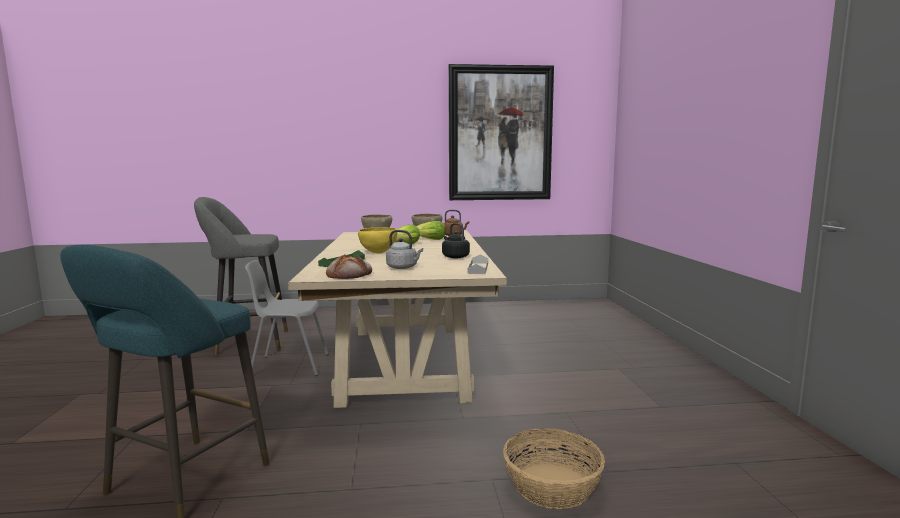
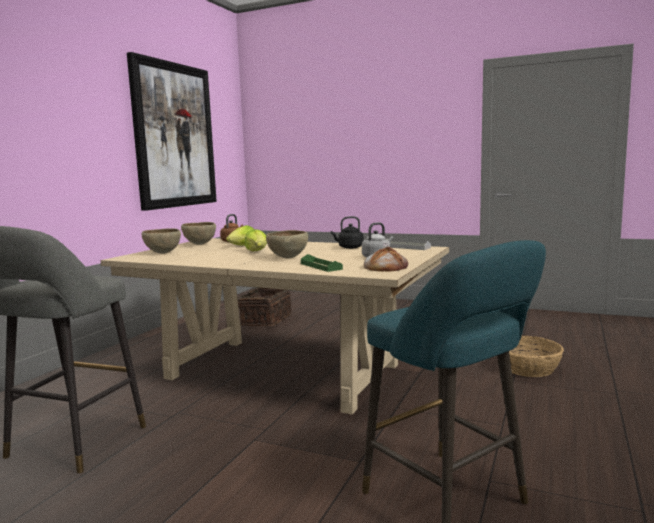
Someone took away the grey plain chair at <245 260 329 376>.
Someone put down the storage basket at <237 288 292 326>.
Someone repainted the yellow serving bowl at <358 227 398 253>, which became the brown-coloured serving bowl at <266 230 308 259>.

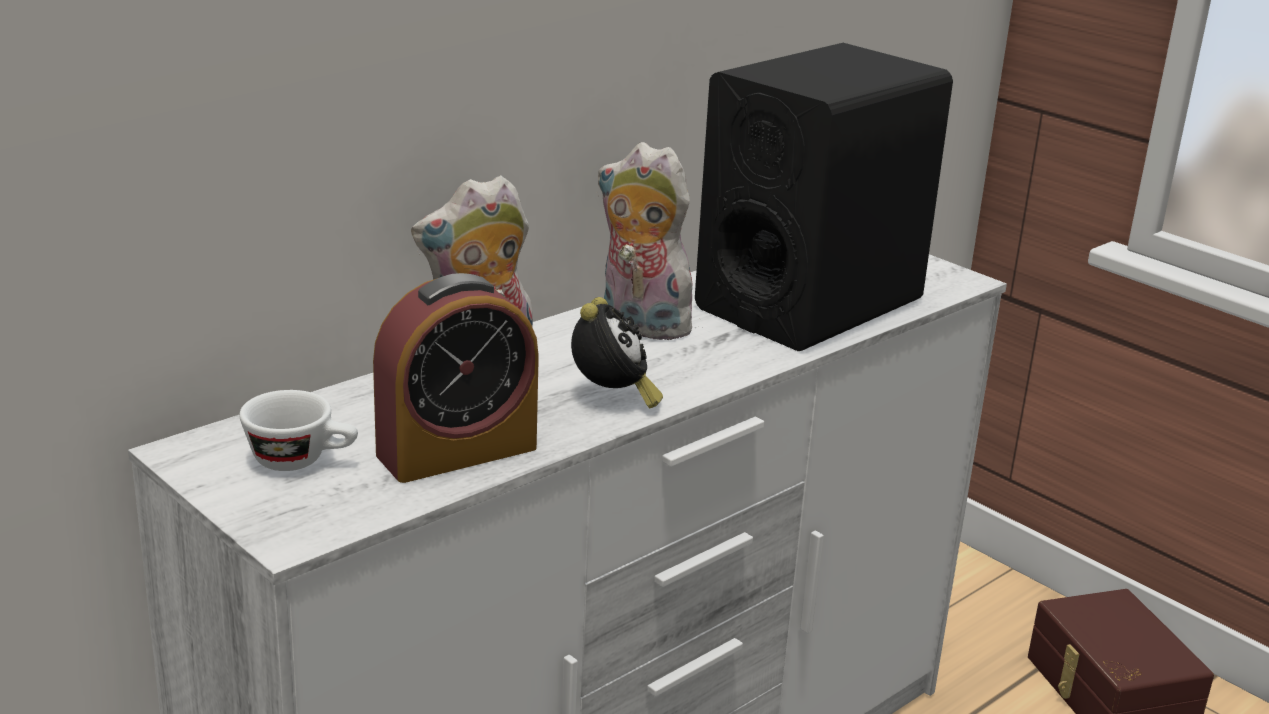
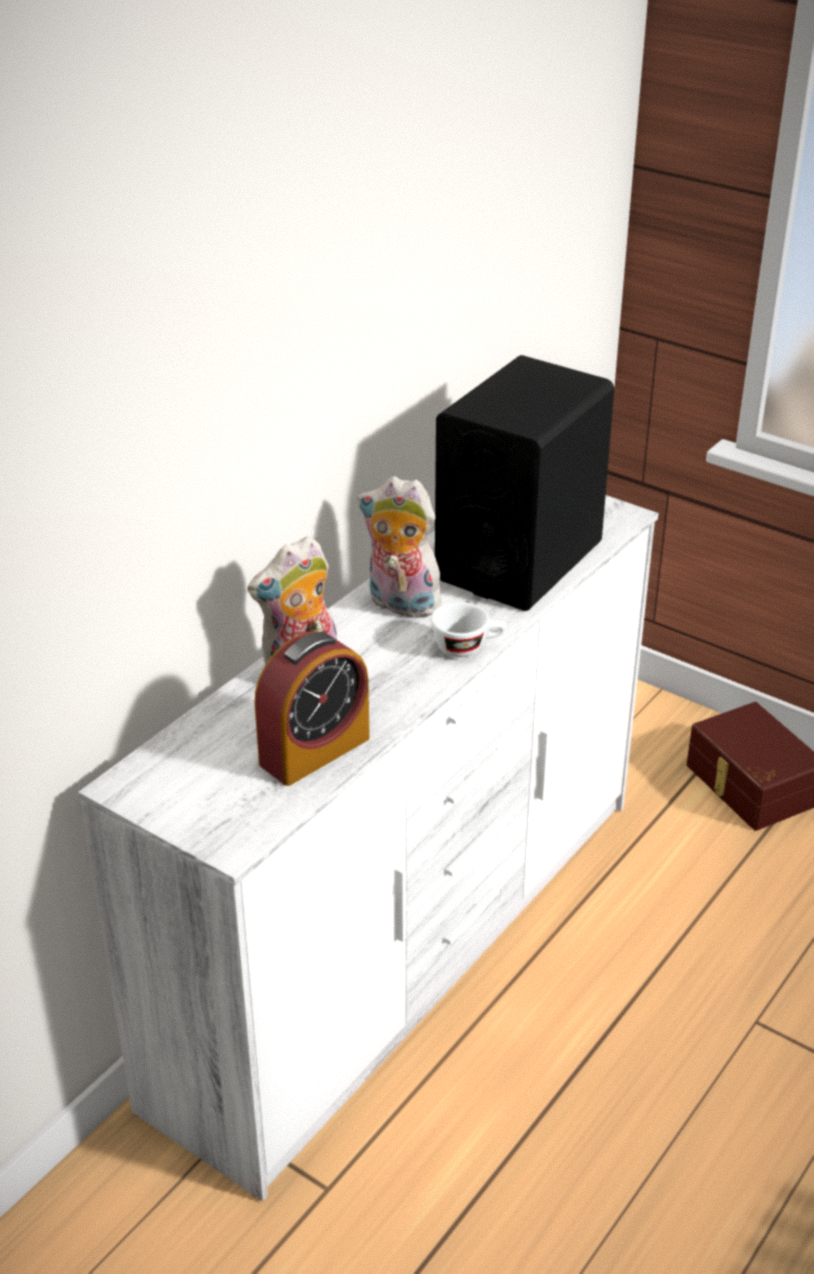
Someone took away the bedside clock at <571 297 663 408>.
Someone carried the white drinking cup from <239 390 358 471> to <431 602 506 657>.

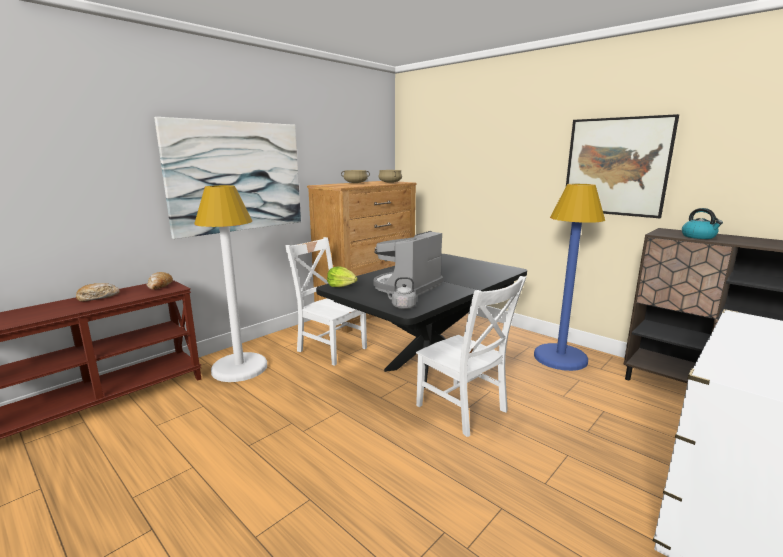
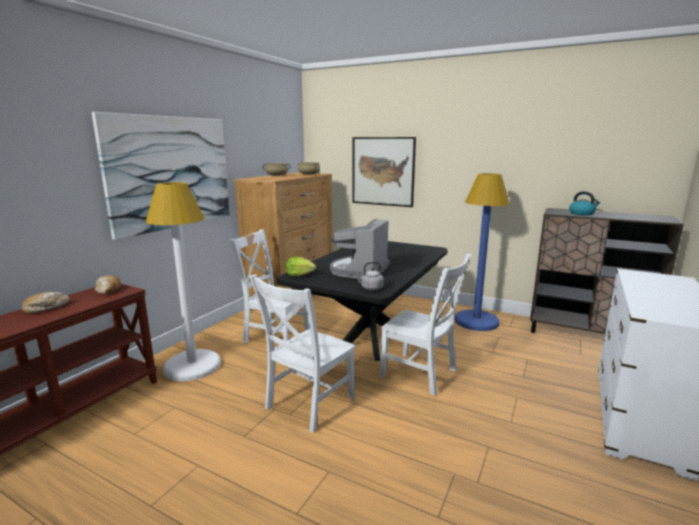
Someone put down the white plain chair at <250 275 356 433>.
Someone carried the wall picture from <566 114 679 218> to <352 137 416 207>.

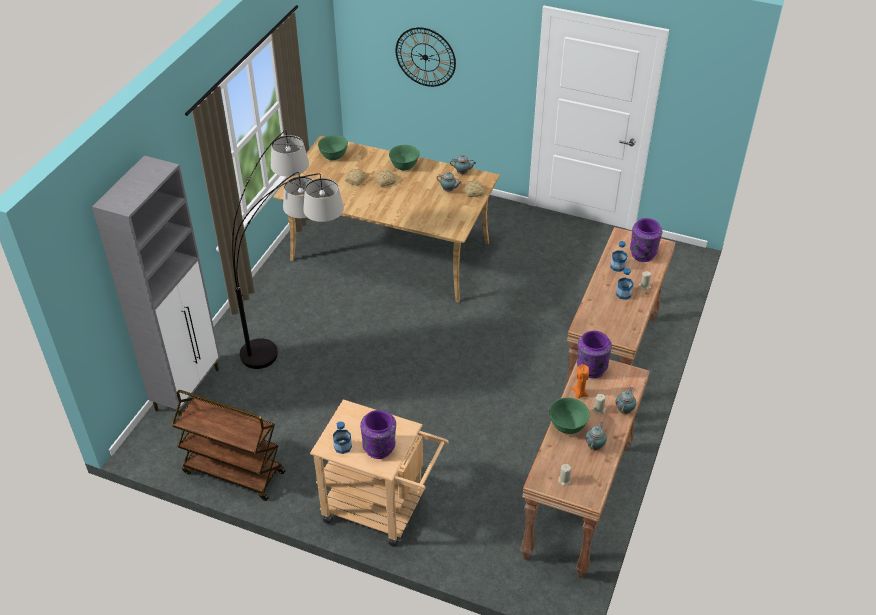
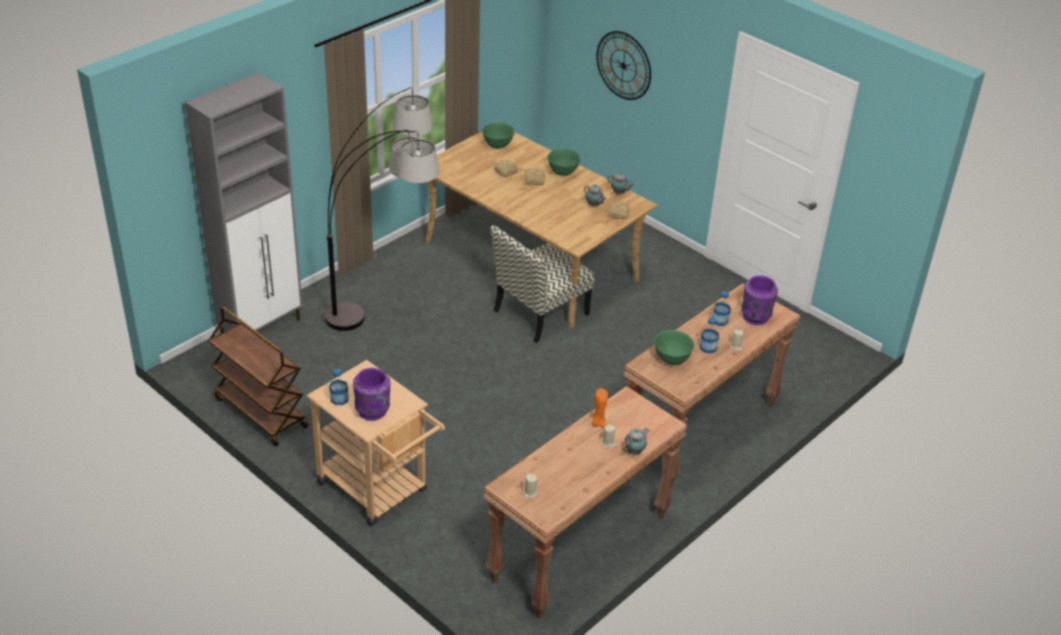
Someone took away the purplish flower vase at <577 331 612 378>.
Someone took away the teapot at <585 422 607 450>.
Someone put down the plain chair at <491 225 595 343>.
Someone carried the greenish serving bowl from <549 397 590 434> to <654 330 694 365>.

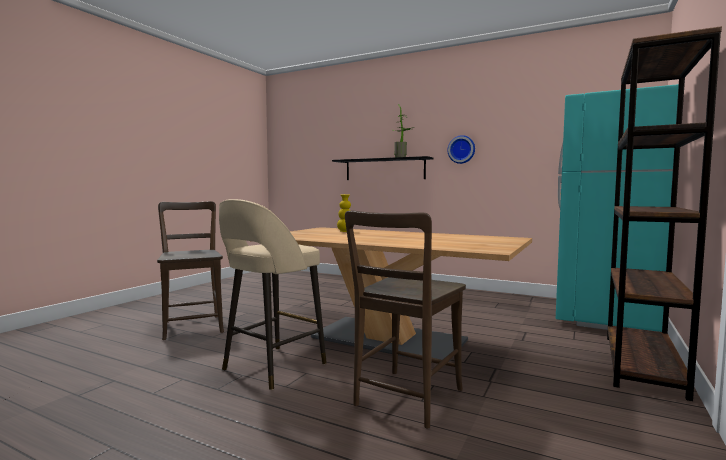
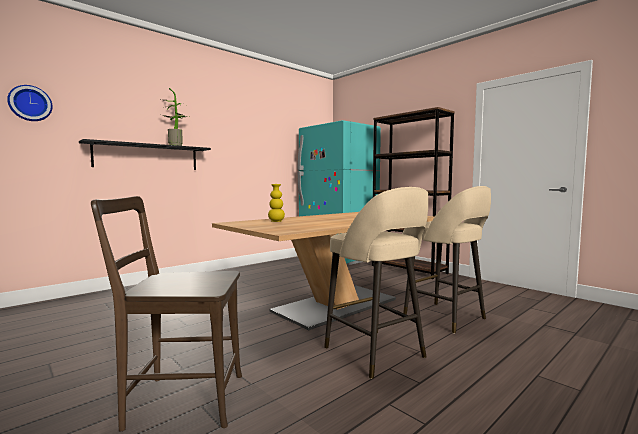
Someone carried the hanging clock from <448 135 475 164> to <7 85 53 121>.
Someone swapped the brown-coloured plain chair at <345 210 466 428> for the sand-coloured stool at <403 186 491 334>.

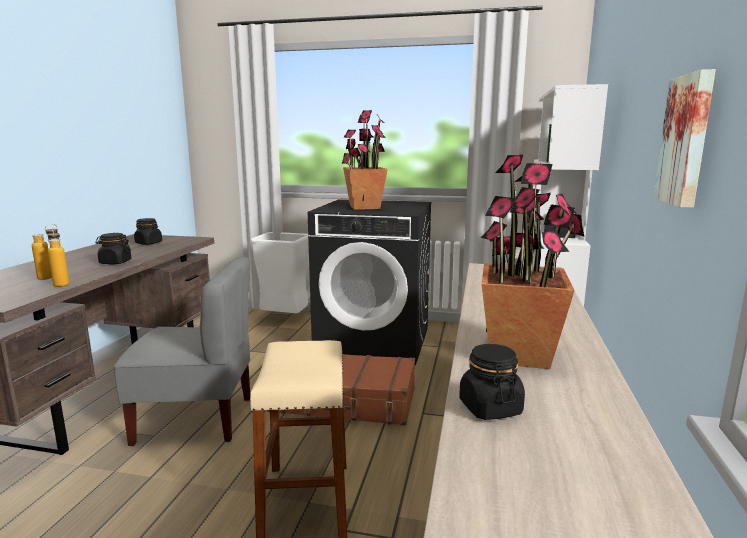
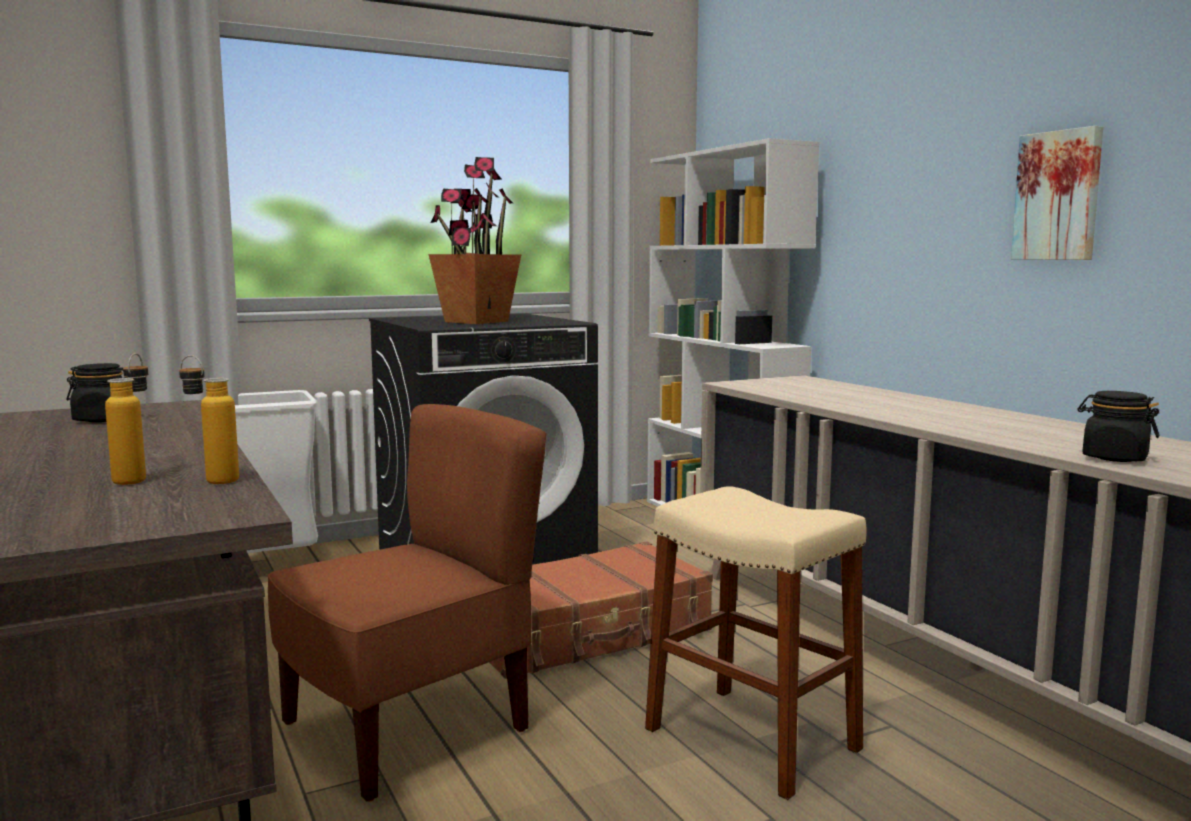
Someone took away the blackish preserve jar at <95 233 131 265>.
Someone took away the houseplant at <481 154 585 369>.
Someone repainted the grey plain chair at <114 257 250 447>, which became the brown-coloured plain chair at <268 404 546 802>.

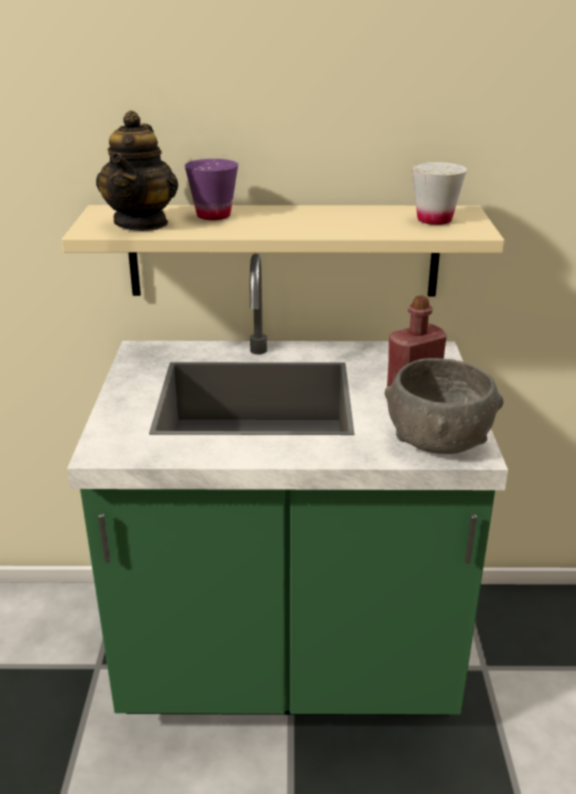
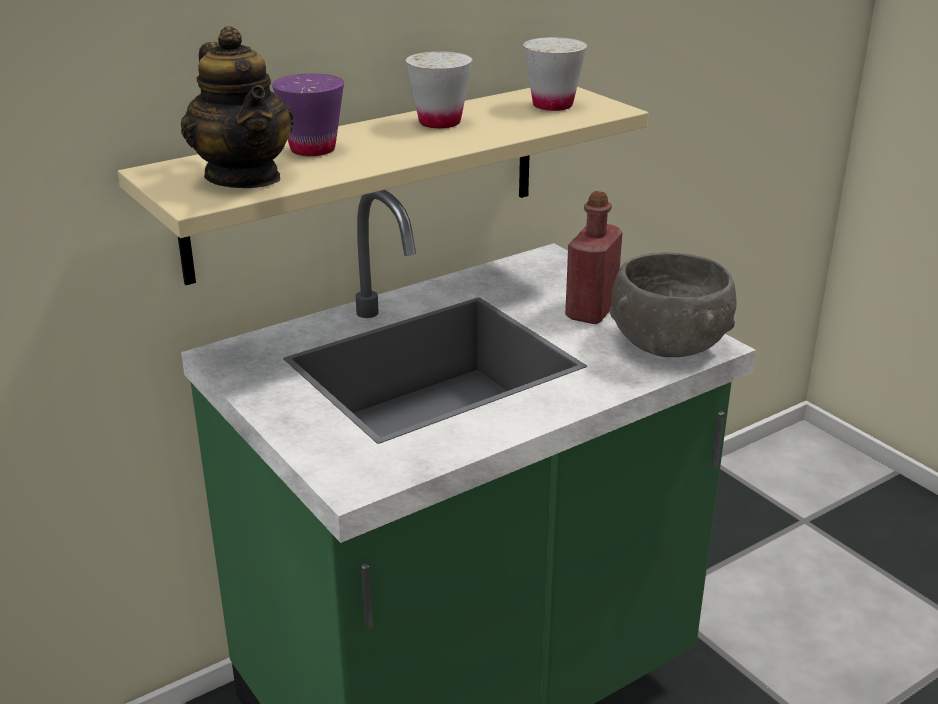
Someone put down the white drinking cup at <406 51 472 128>.

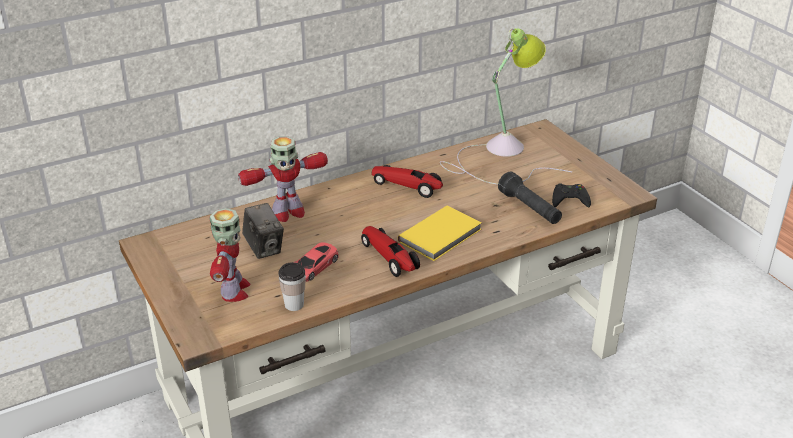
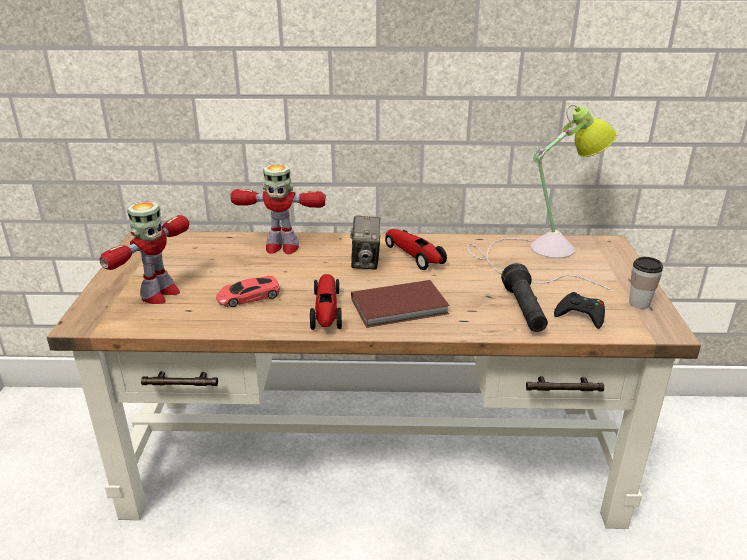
Someone carried the photo camera from <242 203 284 259> to <350 215 380 269>.
Someone carried the drinking cup from <278 262 306 311> to <629 257 663 309>.
Someone repainted the yellow book at <398 205 482 261>, which became the brown-coloured book at <351 280 450 328>.

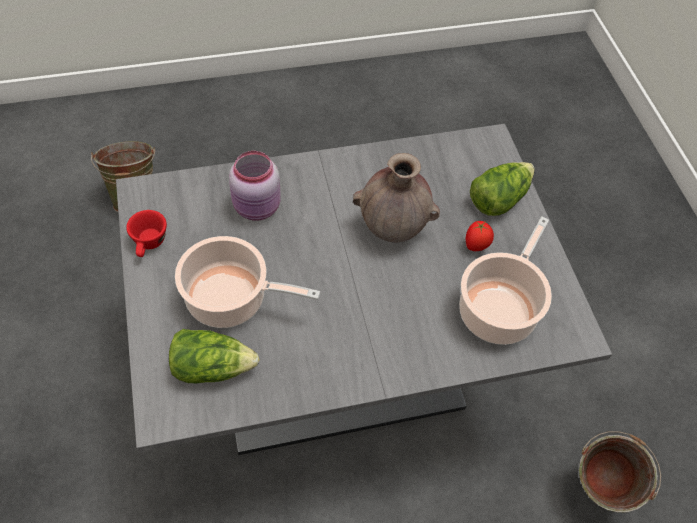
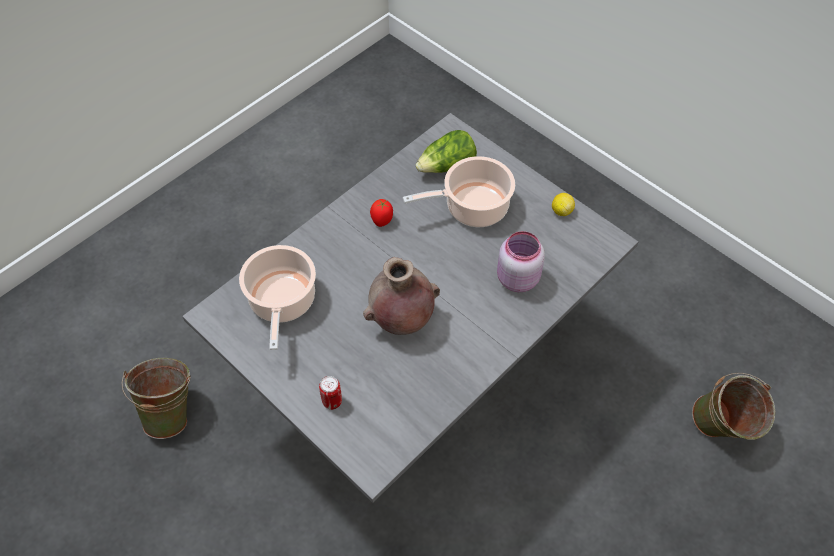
Someone carried the whole tomato from <466 221 494 251> to <370 199 393 227>.
Someone swapped the red-coloured drinking cup at <126 210 167 257> for the whole lemon at <552 193 575 216>.
Someone swapped the lettuce head at <470 162 535 216> for the sealed can at <319 376 342 410>.

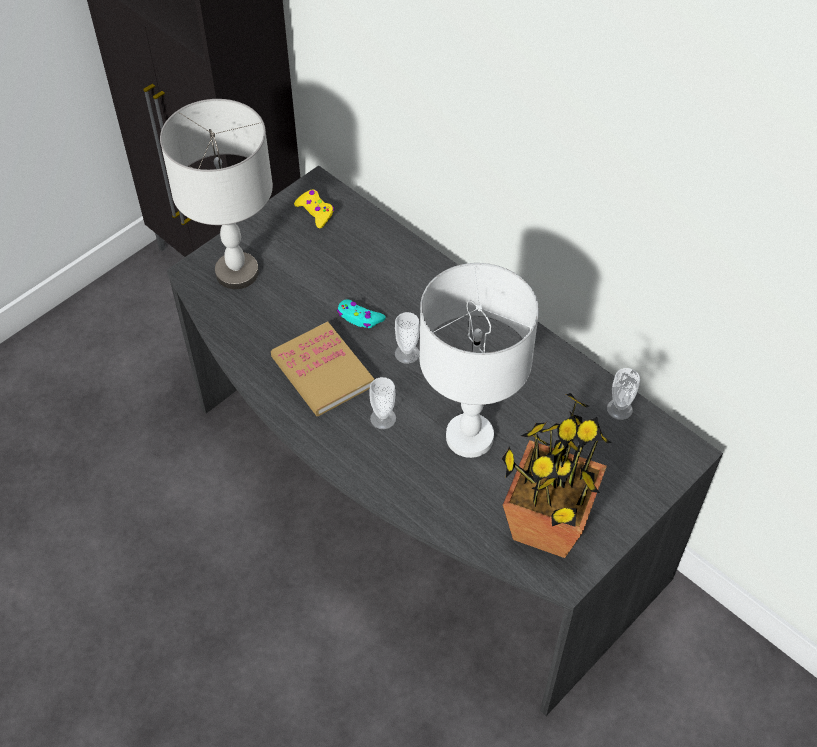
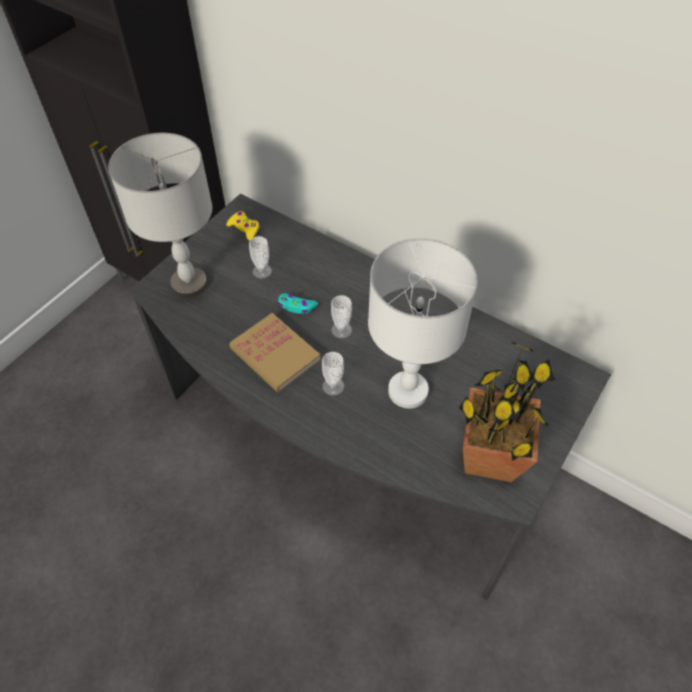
Someone carried the drinking cup from <607 368 640 420> to <249 236 272 278>.

